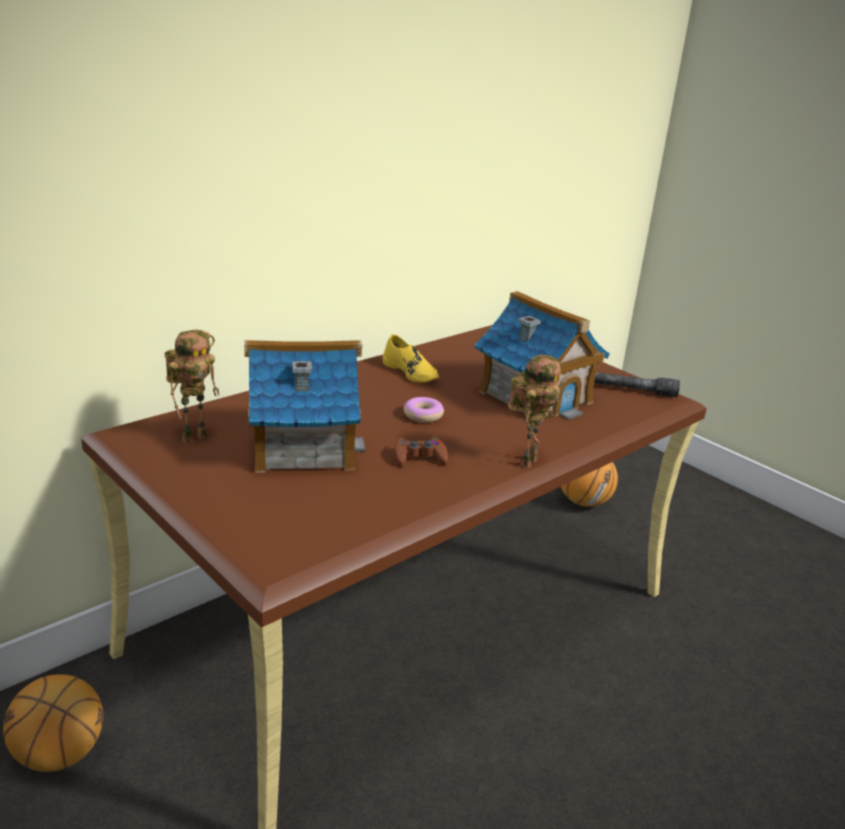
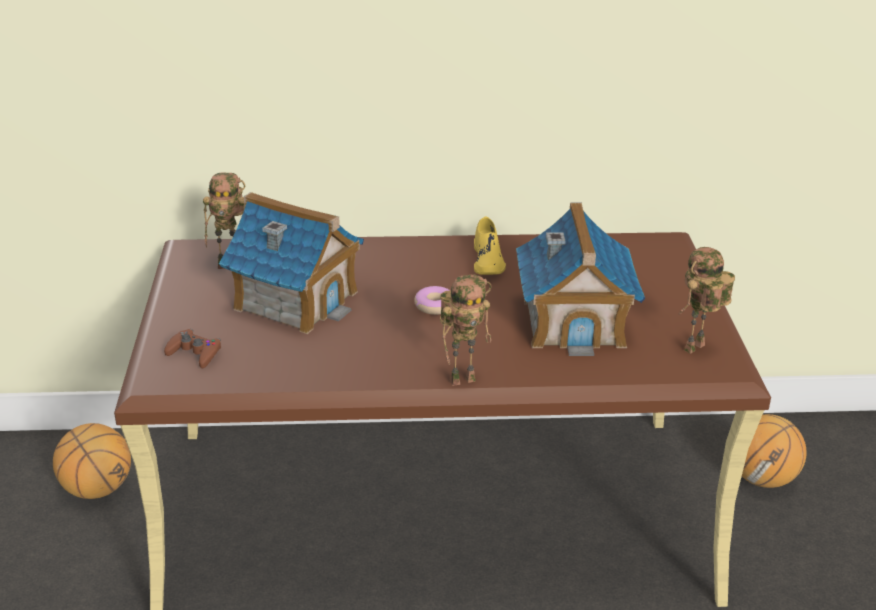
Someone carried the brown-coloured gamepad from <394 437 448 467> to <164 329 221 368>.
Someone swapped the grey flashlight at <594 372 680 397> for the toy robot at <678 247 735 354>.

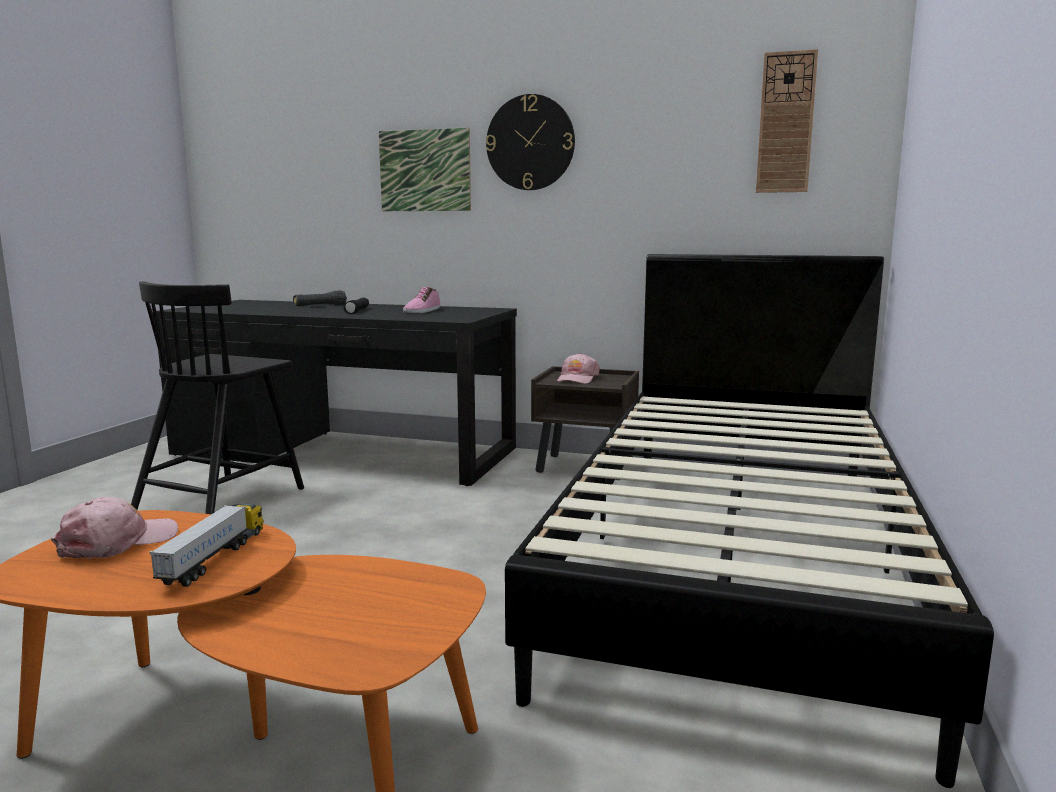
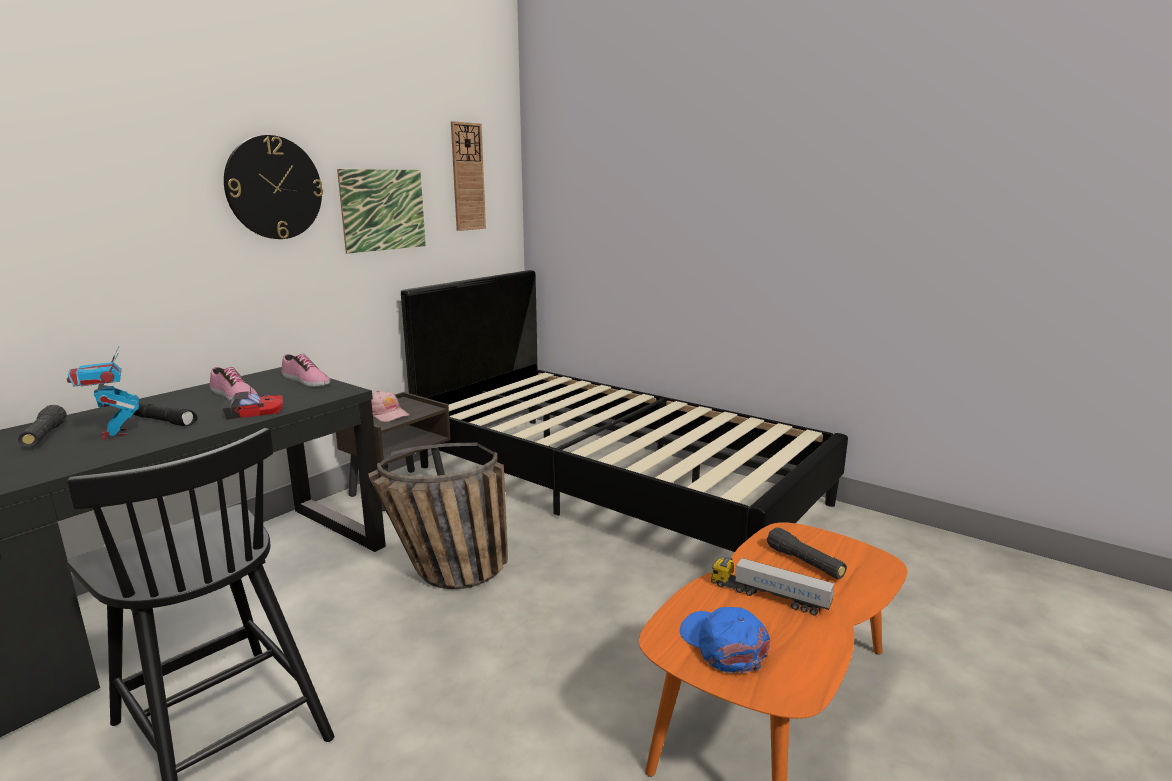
Someone put down the toy robot at <67 346 139 440>.
Someone put down the model car at <222 387 283 420>.
Someone put down the item of footwear at <281 353 330 387>.
Someone put down the storage basket at <368 443 508 589>.
Someone put down the blackish flashlight at <767 527 847 579>.
Someone carried the wall picture from <379 128 471 211> to <337 169 426 254>.
Someone repainted the pink-coloured cap at <51 497 178 558>, which became the blue-coloured cap at <680 607 770 673>.

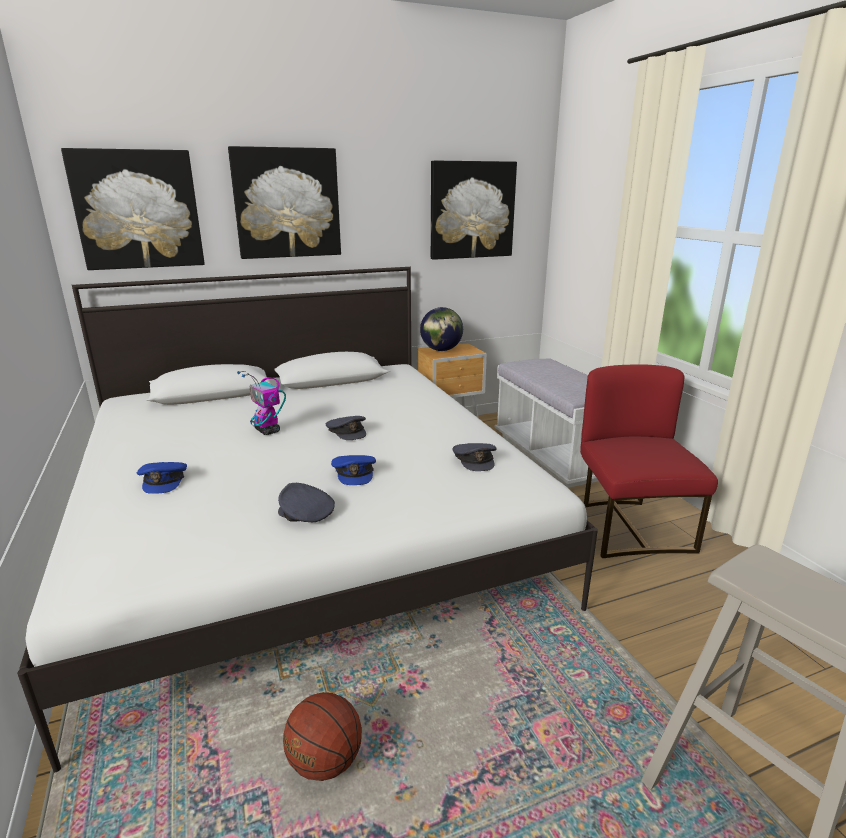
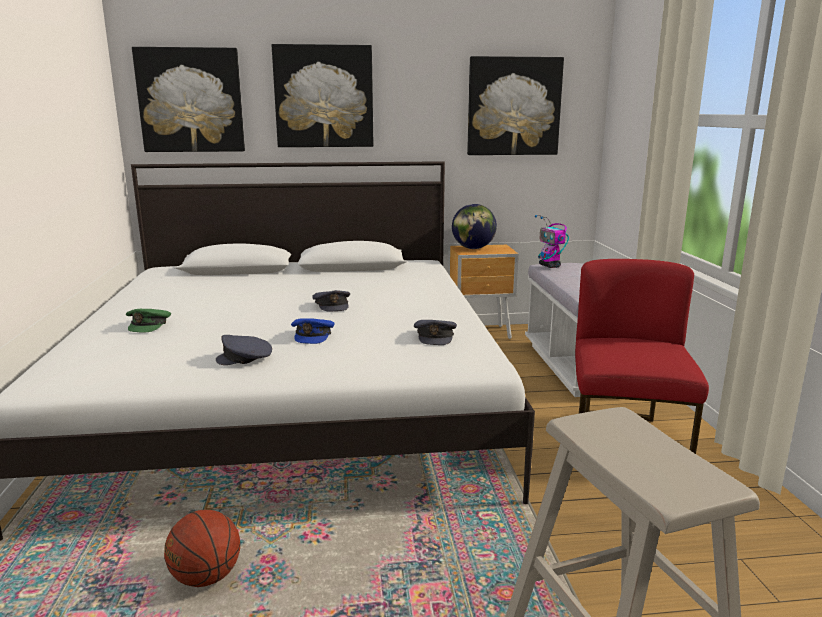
Someone carried the toy robot from <237 371 286 435> to <535 215 569 268>.
Someone repainted the blue-coloured cap at <137 462 187 494>, which became the greenish cap at <126 309 171 333>.
Someone rotated the grey cap at <278 483 335 522> by 60 degrees counterclockwise.

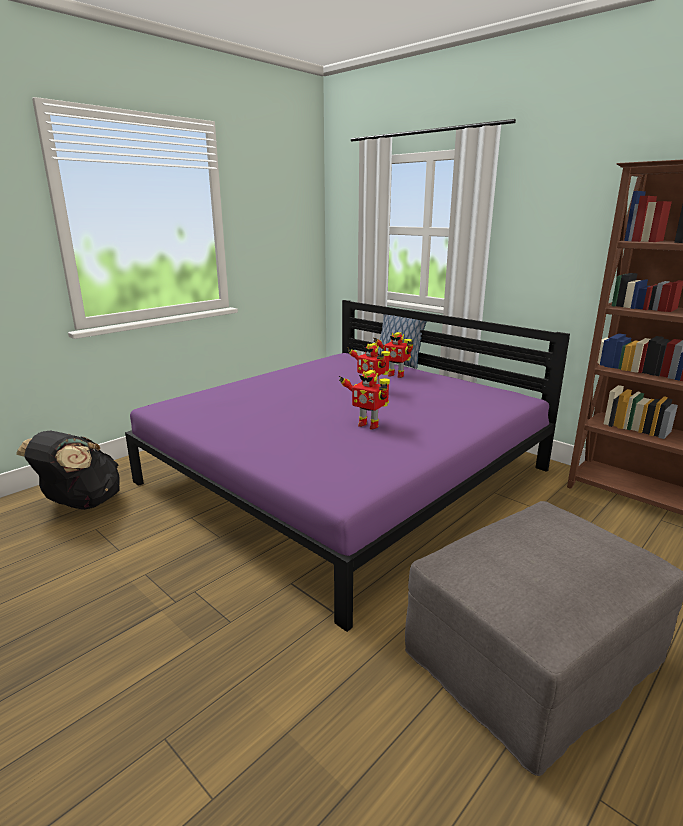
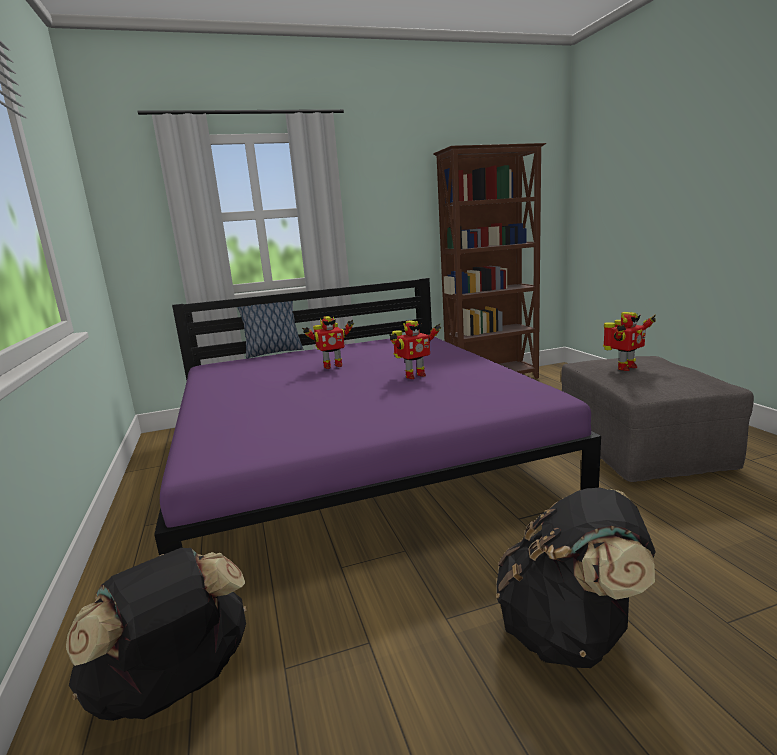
Someone put down the blackish rucksack at <496 488 656 668>.
Someone carried the toy robot from <373 332 413 378> to <603 312 656 371>.

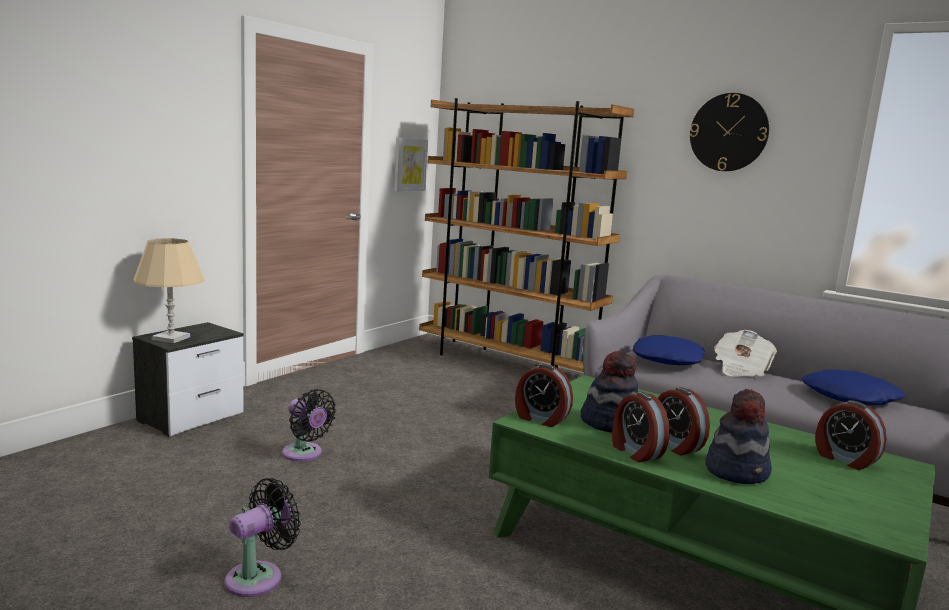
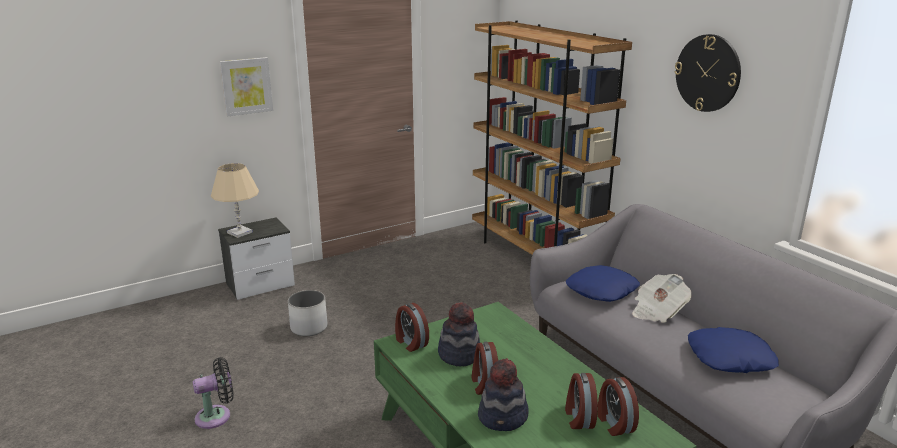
Someone carried the wall picture from <394 137 428 191> to <220 57 273 116>.
Someone carried the bedside clock from <612 392 670 462> to <565 373 598 429>.
Someone swapped the blackish cooling fan at <282 389 336 461> for the white plant pot at <288 290 327 336>.

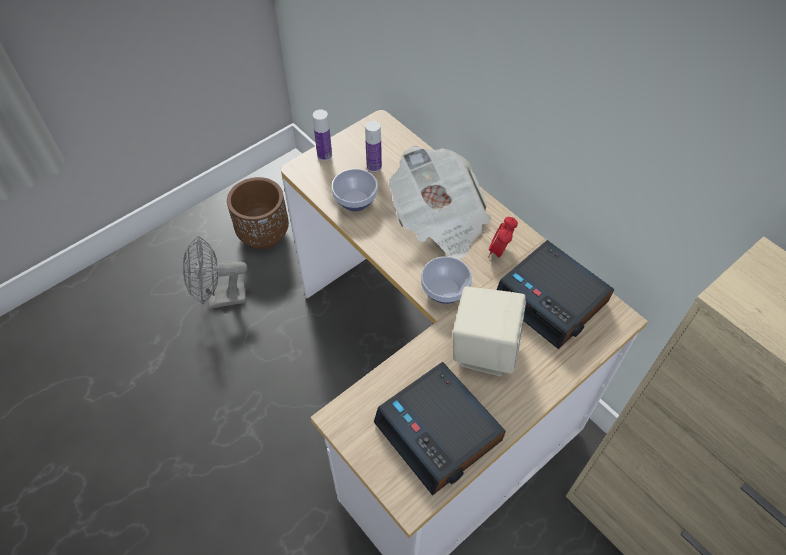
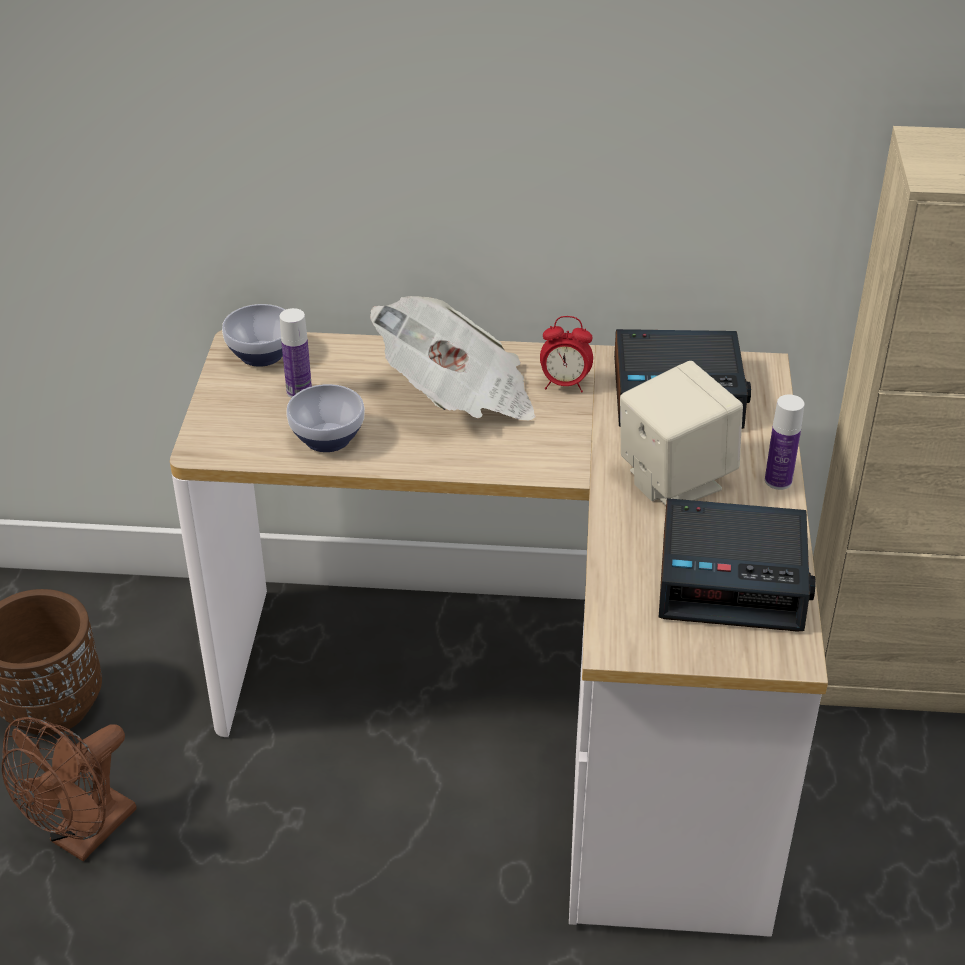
Someone carried the bottle from <313 110 332 161> to <765 394 805 490>.
Someone carried the serving bowl from <421 256 472 304> to <222 304 285 367>.
Someone repainted the grey cooling fan at <183 236 247 309>, which became the brown-coloured cooling fan at <2 717 137 861>.
Someone rotated the bedside clock at <488 217 518 258> by 60 degrees counterclockwise.

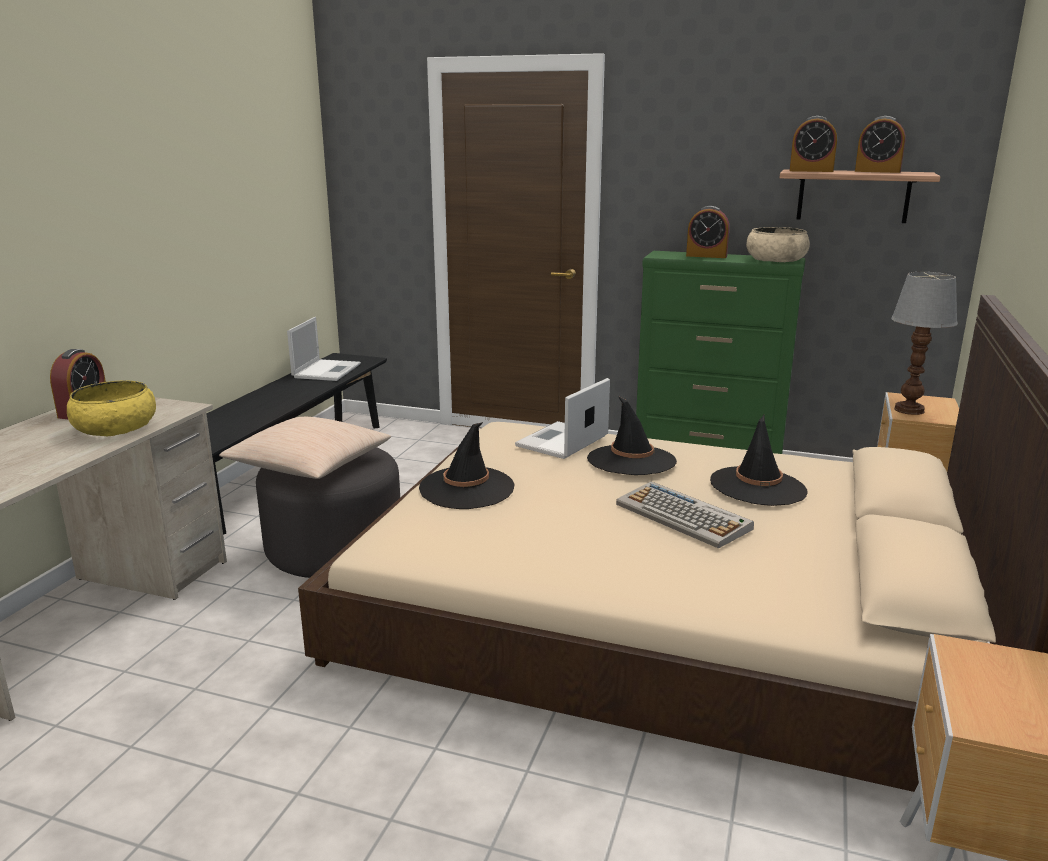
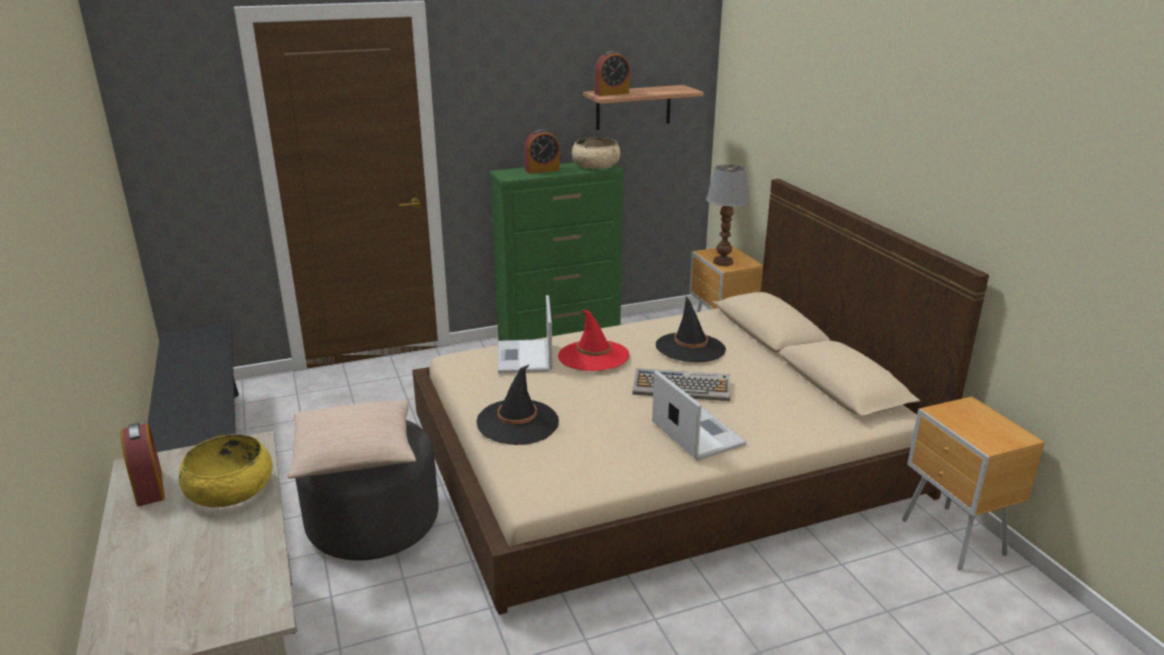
Someone took away the bedside clock at <855 116 906 173>.
Someone carried the laptop from <287 317 361 381> to <652 371 747 461>.
Someone repainted the blackish clothing hat at <587 396 677 475>, which became the red-coloured clothing hat at <558 309 629 371>.

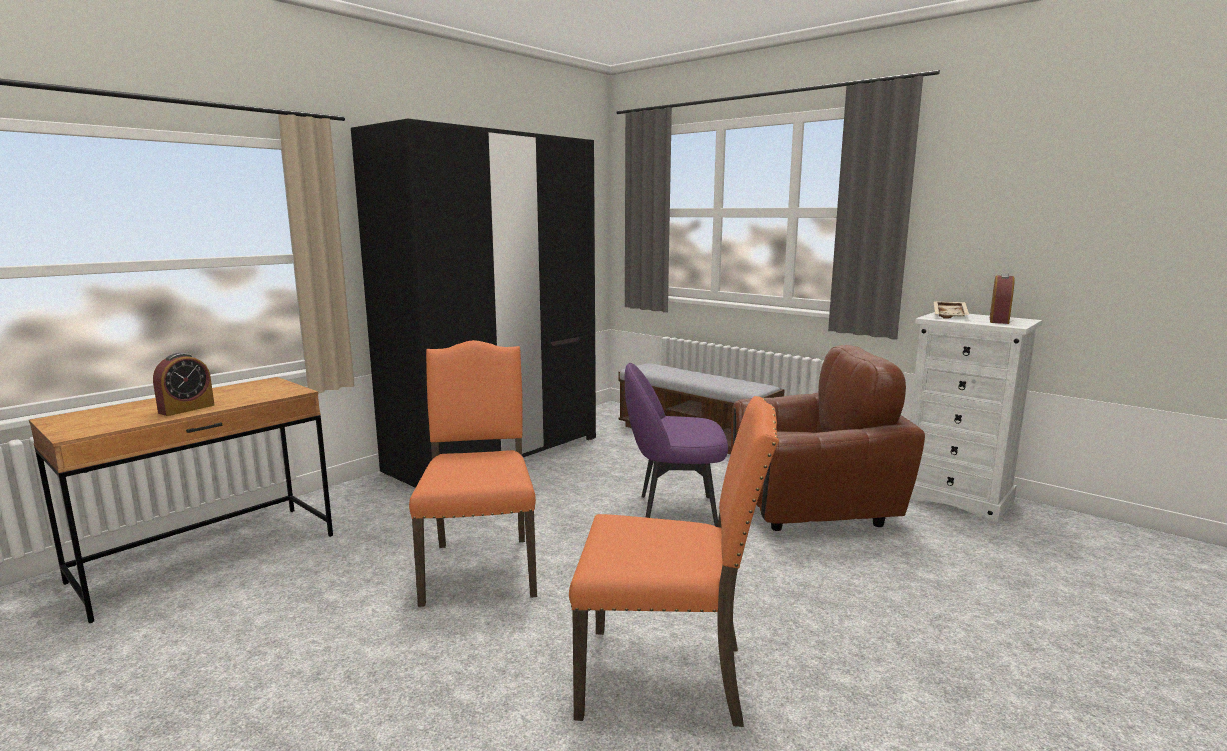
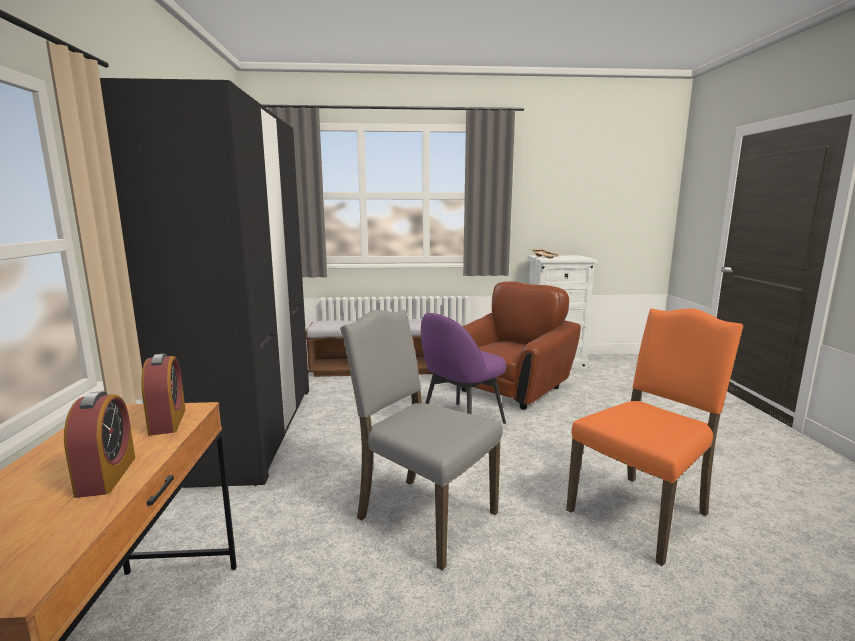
Someone carried the bedside clock from <990 273 1015 324> to <141 354 186 436>.
Someone repainted the orangey plain chair at <409 340 537 607>, which became the grey plain chair at <340 310 503 571>.

